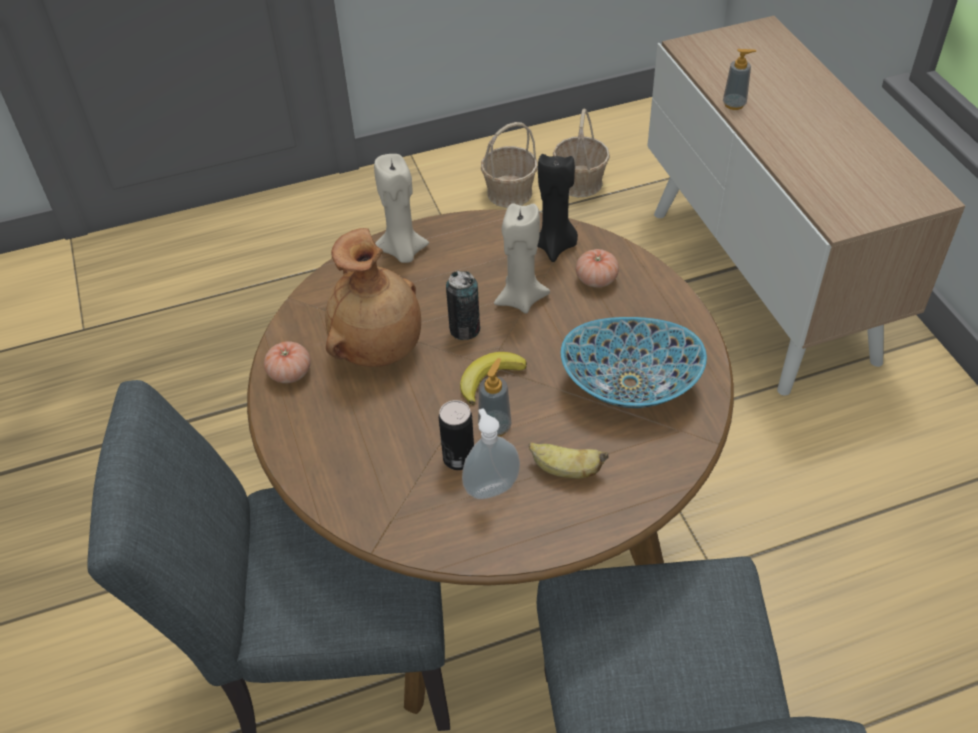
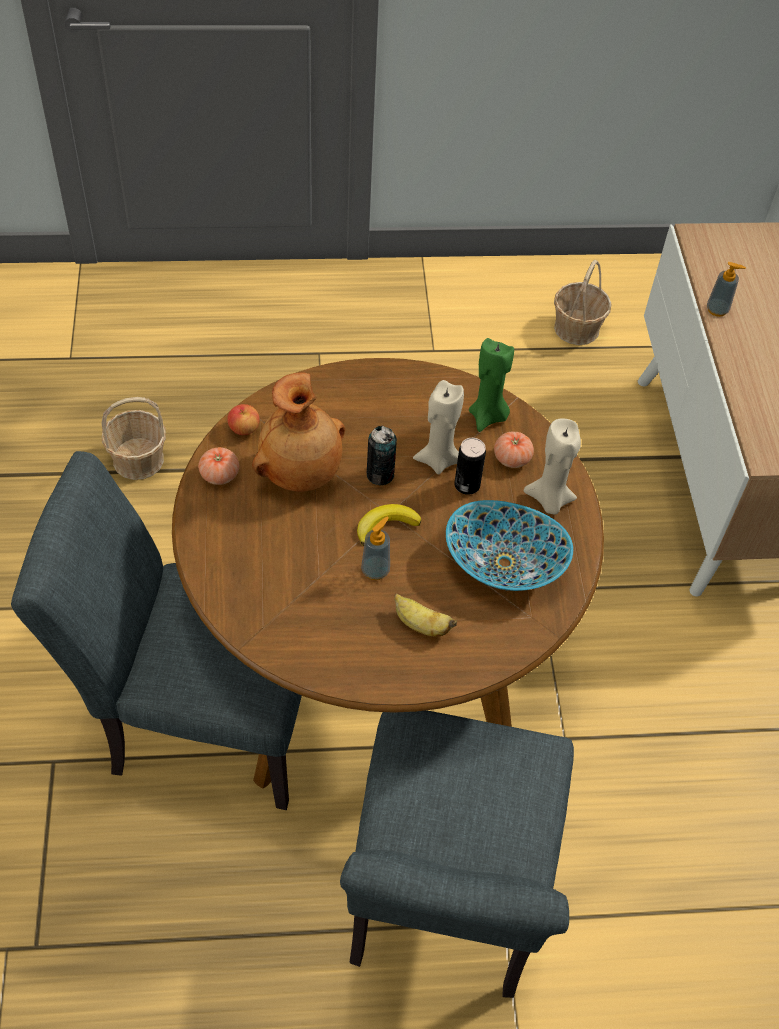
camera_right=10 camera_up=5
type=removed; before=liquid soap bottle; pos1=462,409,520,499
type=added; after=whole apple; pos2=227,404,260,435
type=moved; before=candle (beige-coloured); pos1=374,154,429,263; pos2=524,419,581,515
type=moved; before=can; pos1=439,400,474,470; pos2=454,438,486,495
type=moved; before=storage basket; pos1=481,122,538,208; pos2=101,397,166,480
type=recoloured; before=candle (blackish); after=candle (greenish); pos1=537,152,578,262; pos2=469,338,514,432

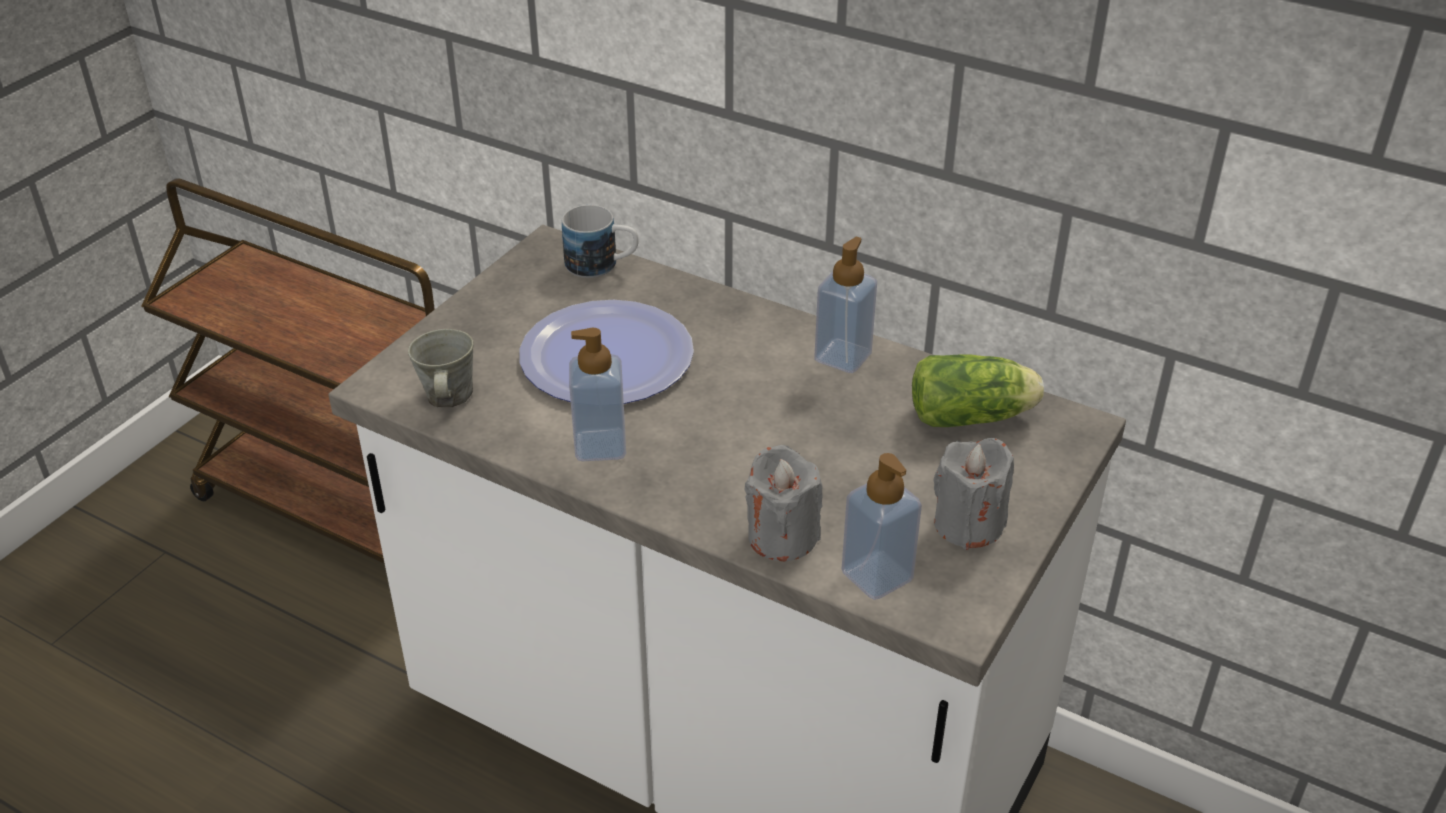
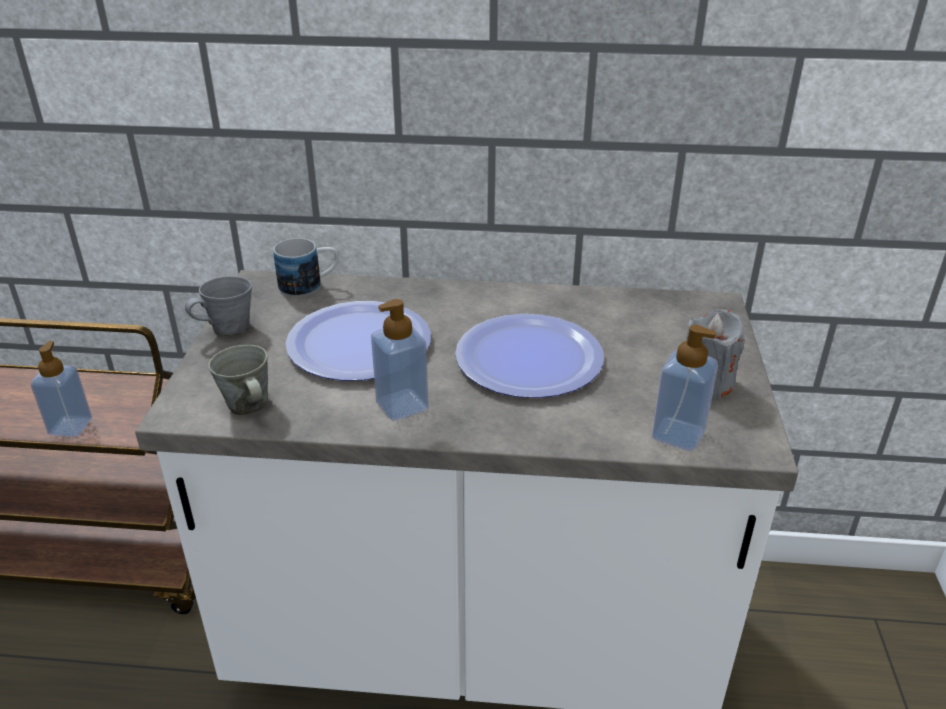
camera_right=-25 camera_up=-5
type=removed; before=candle (gray); pos1=745,445,823,562
type=removed; before=head of lettuce; pos1=912,354,1044,427
type=added; after=mug (gray); pos2=185,276,252,336
type=added; after=dinner plate; pos2=455,314,604,398
type=moved; before=liquid soap bottle; pos1=814,237,877,373; pos2=31,341,92,437

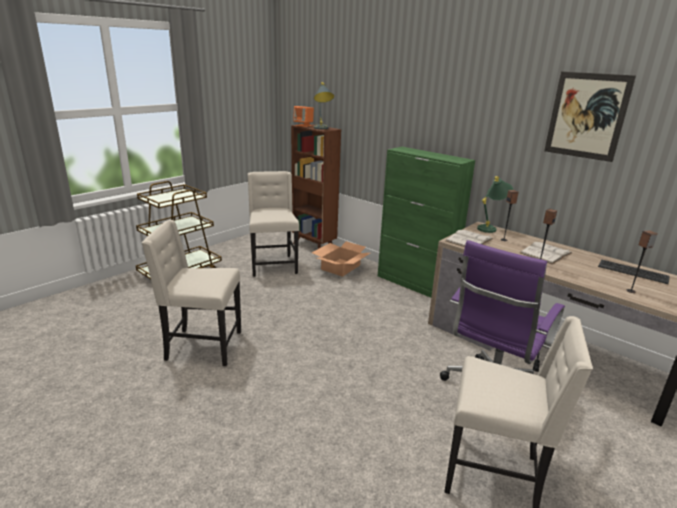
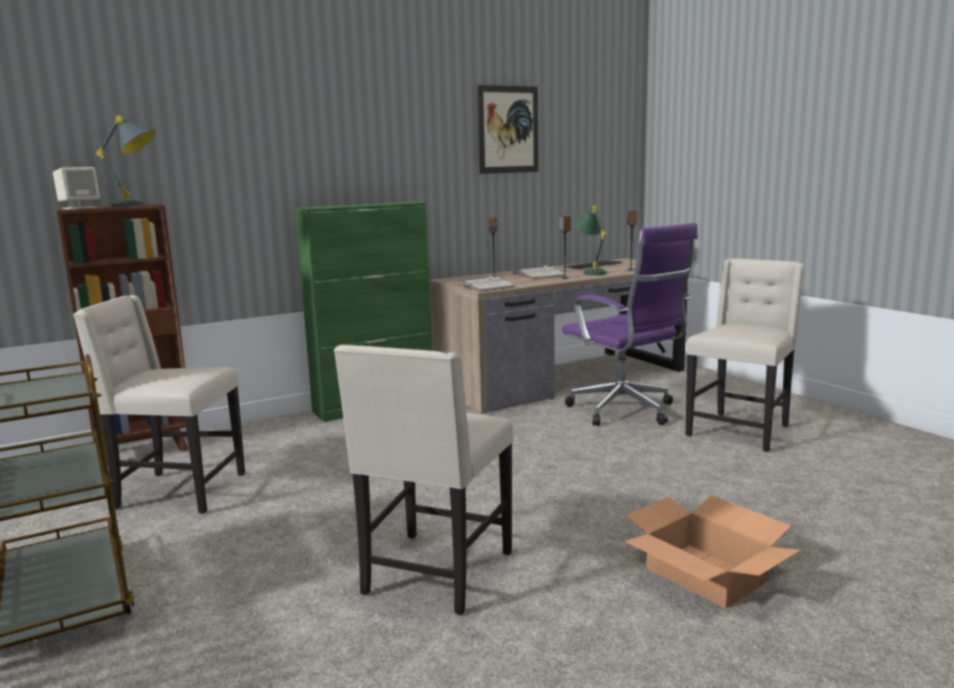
camera_right=-70 camera_up=-10
type=moved; before=cardboard box; pos1=312,241,370,277; pos2=624,495,801,608
type=moved; before=tabletop lamp (greenish); pos1=477,176,513,233; pos2=574,206,607,275
type=recoloured; before=loudspeaker (orange-coloured); after=loudspeaker (beige-coloured); pos1=293,106,314,127; pos2=53,167,100,209

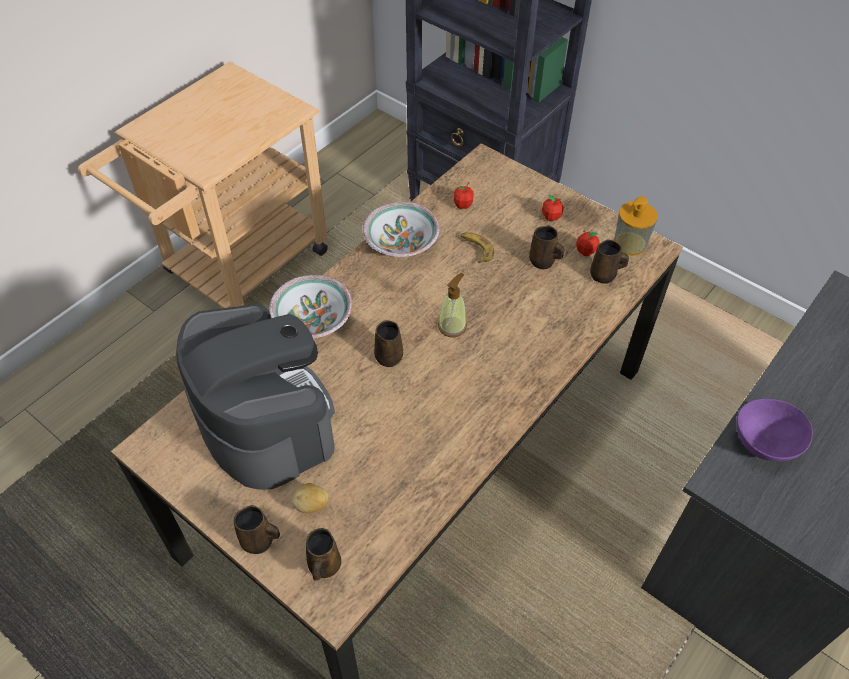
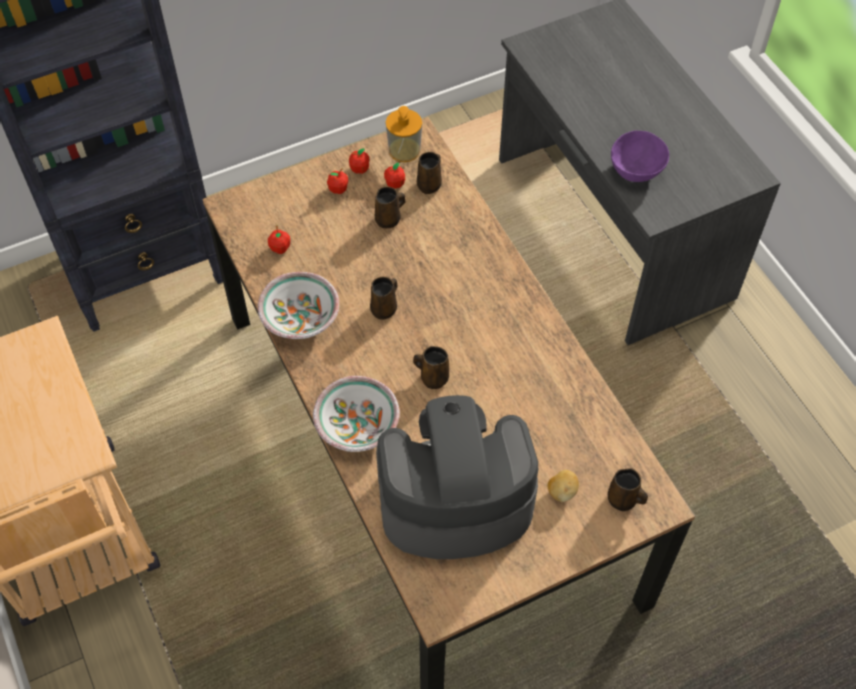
camera_right=-65 camera_up=5
type=removed; before=liquid soap bottle; pos1=438,273,467,337
type=removed; before=banana fruit; pos1=461,232,494,263
type=added; after=whole apple; pos2=349,148,369,174
type=moved; before=mug (brown); pos1=234,505,280,554; pos2=370,277,397,319

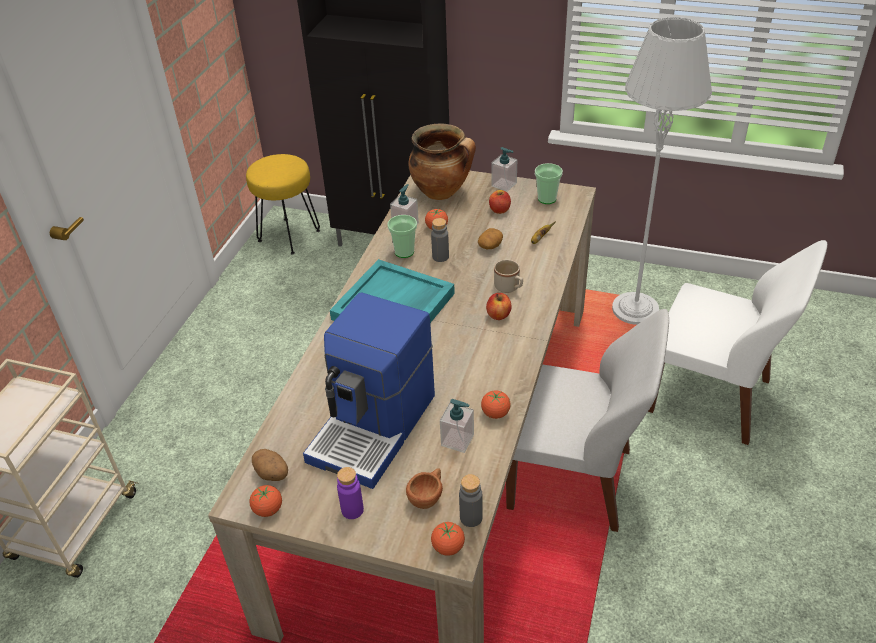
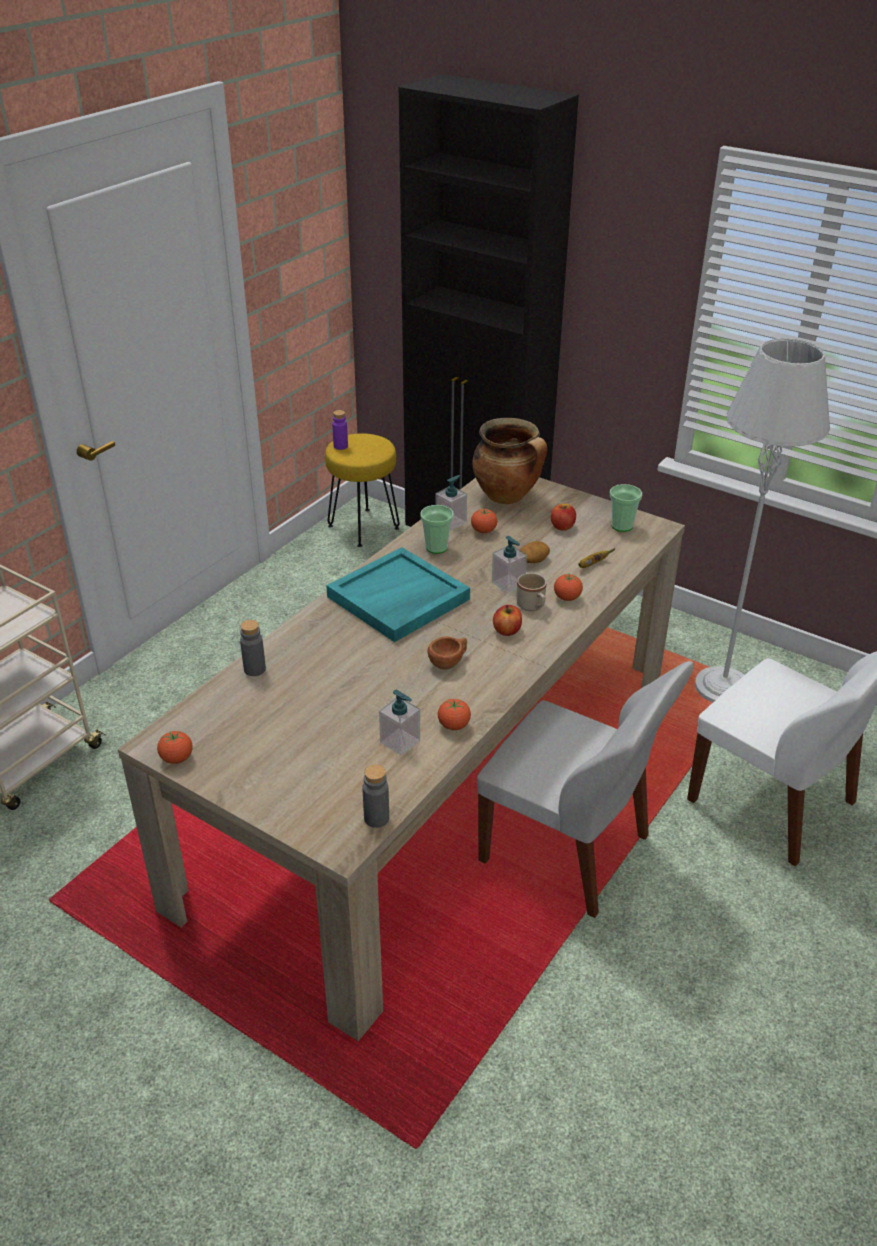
camera_right=15 camera_up=-5
type=removed; before=potato; pos1=252,449,288,481
type=removed; before=coffee maker; pos1=303,292,435,489
type=moved; before=drink bottle (purple-coloured); pos1=337,467,364,519; pos2=332,410,348,450
type=moved; before=small cup (brown); pos1=406,469,443,509; pos2=428,637,467,670
type=moved; before=drink bottle (gray); pos1=431,218,449,262; pos2=240,620,266,676
type=moved; before=fresh tomato; pos1=431,522,465,556; pos2=554,573,583,601
type=moved; before=liquid soap bottle; pos1=491,147,517,192; pos2=492,536,527,593

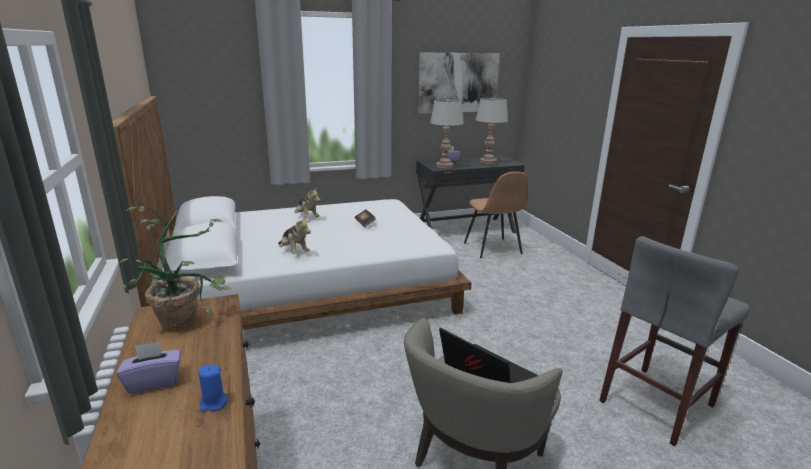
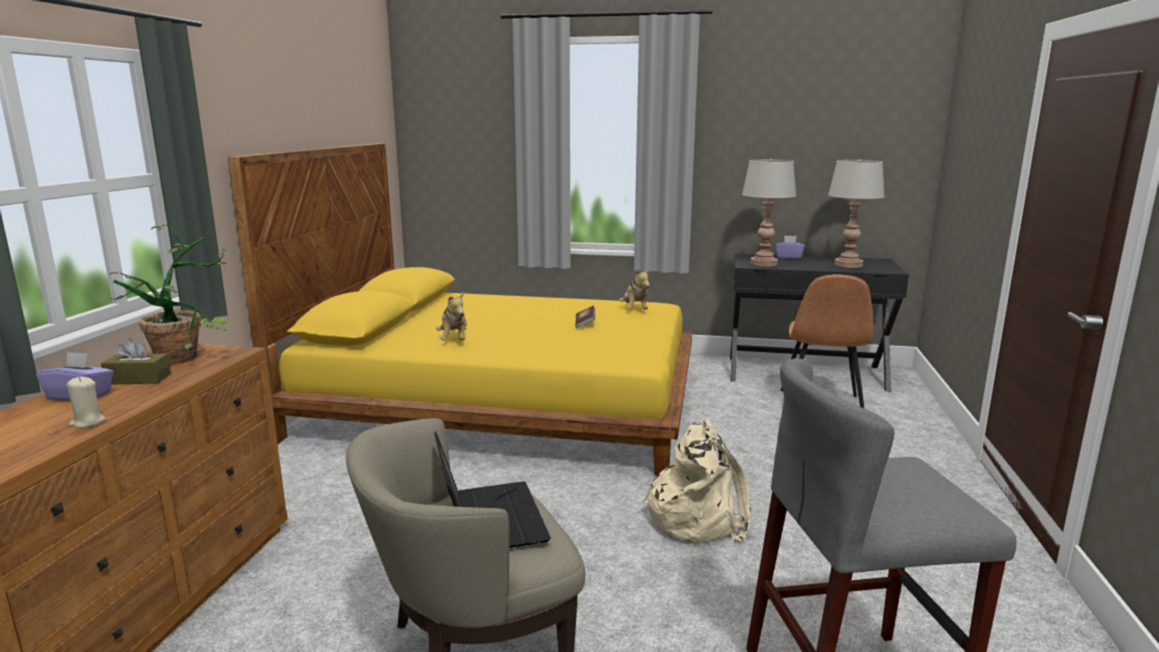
camera_right=30 camera_up=-5
type=removed; before=picture; pos1=418,52,500,114
type=added; after=box of tissues (brown); pos2=101,338,171,384
type=added; after=backpack (beige-coloured); pos2=642,419,751,544
type=moved; before=soft toy; pos1=294,187,320,219; pos2=619,268,650,309
type=recoloured; before=bed (white); after=bed (yellow-coloured); pos1=112,96,472,330; pos2=228,143,692,476
type=recoloured; before=candle (blue); after=candle (beige-coloured); pos1=199,364,228,412; pos2=67,377,106,428

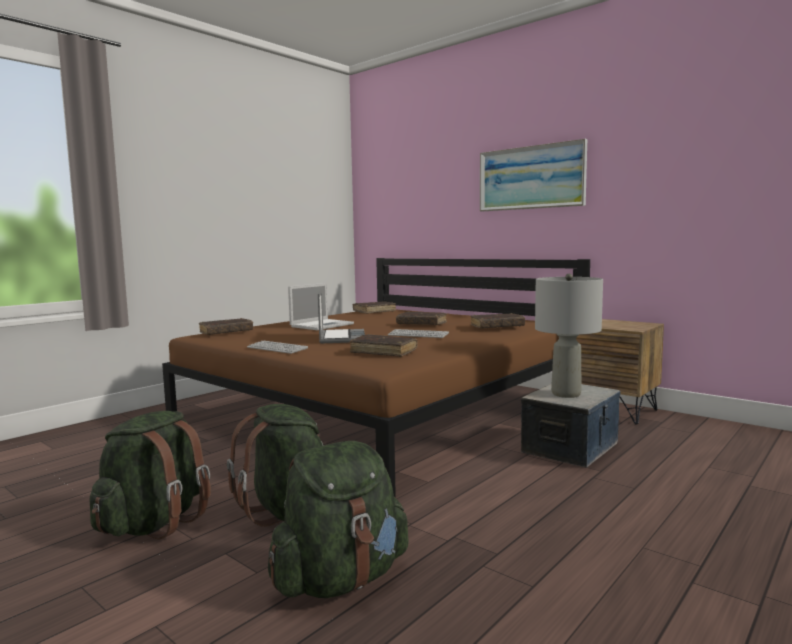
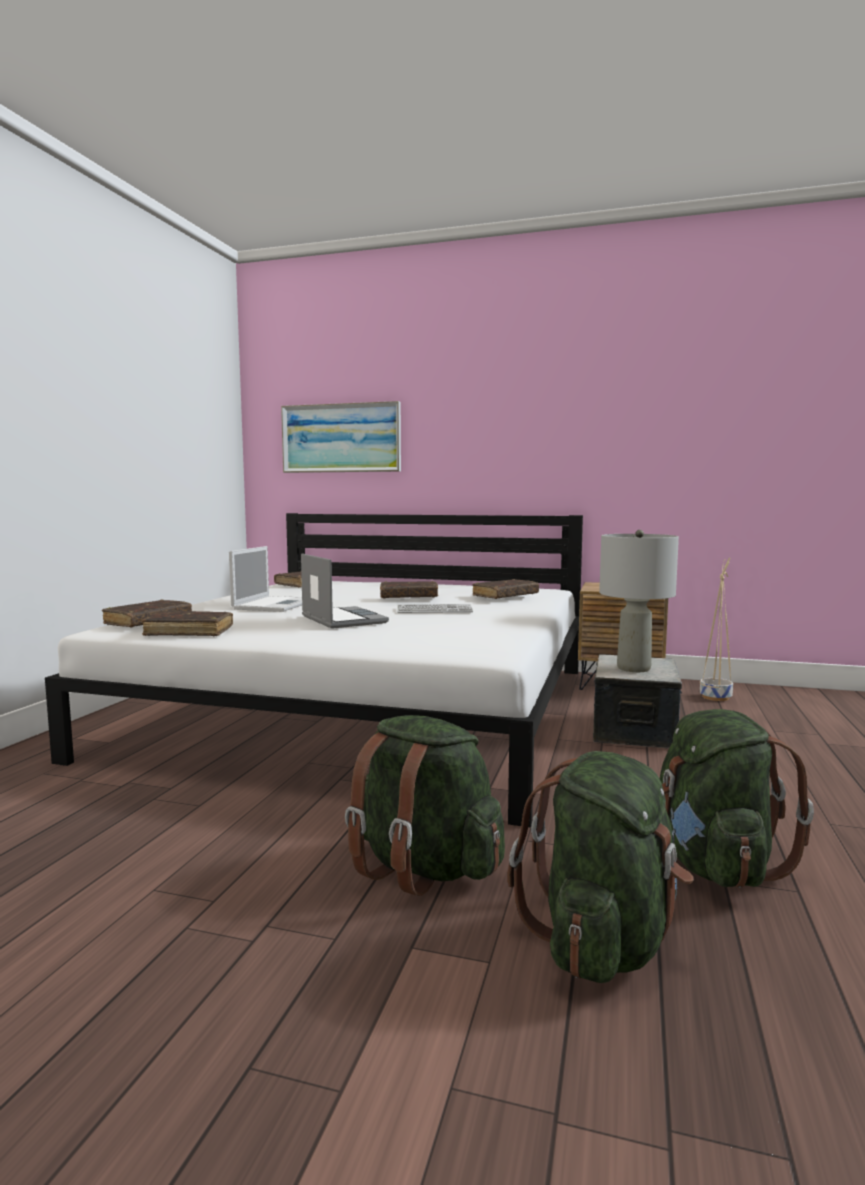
camera_right=-25 camera_up=0
type=removed; before=computer keyboard; pos1=247,341,308,354
type=added; after=flower pot (beige-coloured); pos2=700,557,733,701
type=moved; before=backpack (greenish); pos1=89,411,211,540; pos2=660,709,814,888
type=moved; before=book (brown); pos1=350,334,418,357; pos2=142,610,233,636
type=moved; before=picture; pos1=480,139,587,211; pos2=281,401,401,473
type=recoloured; before=bed (brown); after=bed (white); pos1=162,258,590,498; pos2=45,513,583,827

